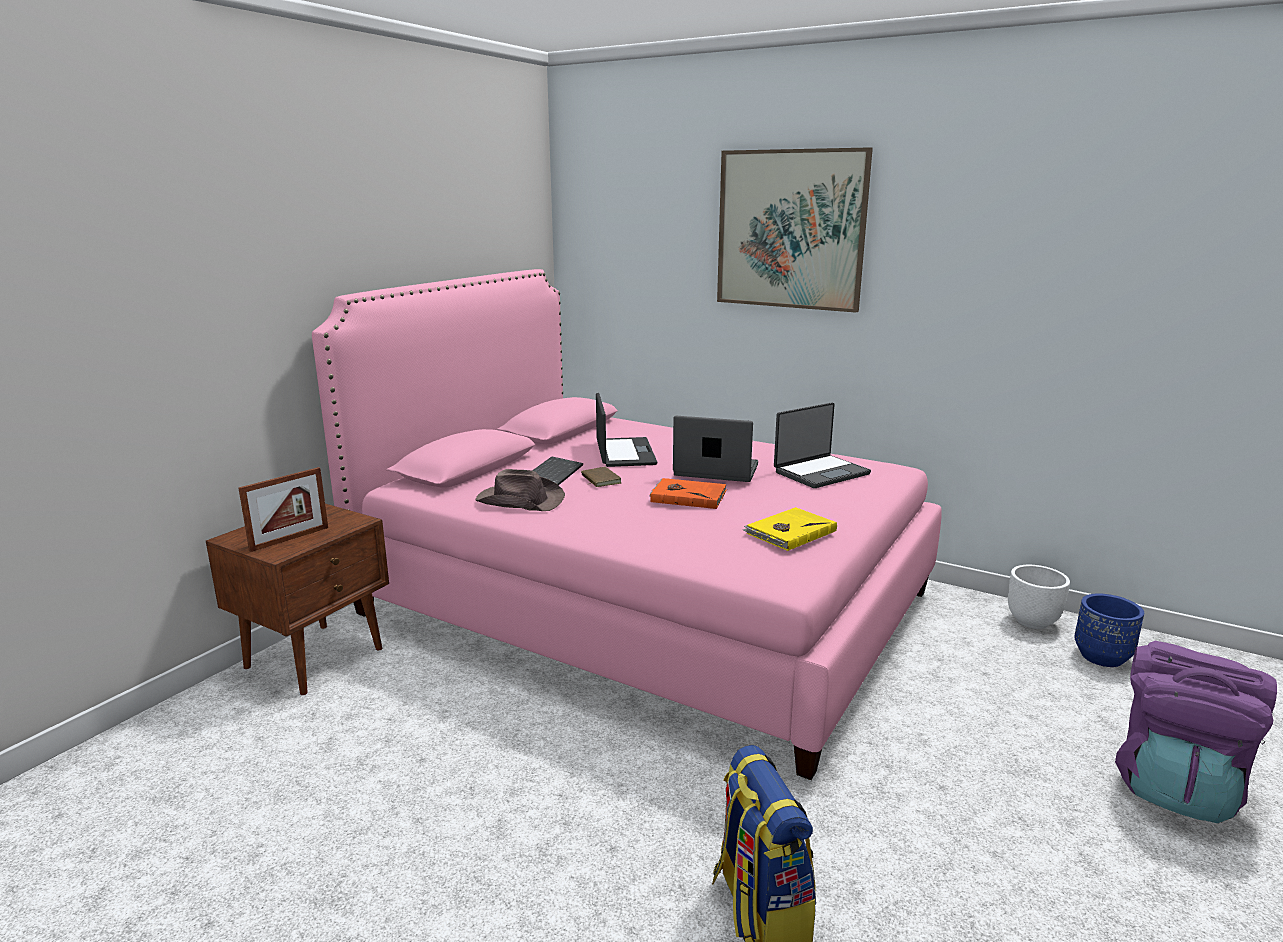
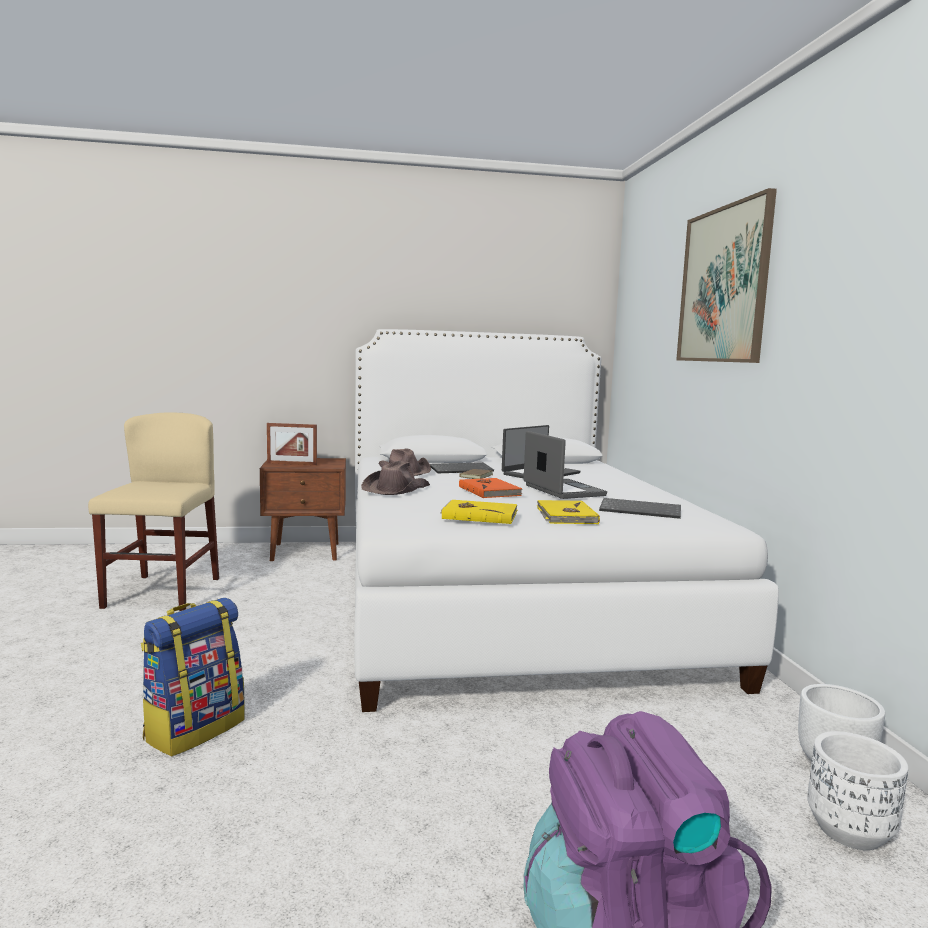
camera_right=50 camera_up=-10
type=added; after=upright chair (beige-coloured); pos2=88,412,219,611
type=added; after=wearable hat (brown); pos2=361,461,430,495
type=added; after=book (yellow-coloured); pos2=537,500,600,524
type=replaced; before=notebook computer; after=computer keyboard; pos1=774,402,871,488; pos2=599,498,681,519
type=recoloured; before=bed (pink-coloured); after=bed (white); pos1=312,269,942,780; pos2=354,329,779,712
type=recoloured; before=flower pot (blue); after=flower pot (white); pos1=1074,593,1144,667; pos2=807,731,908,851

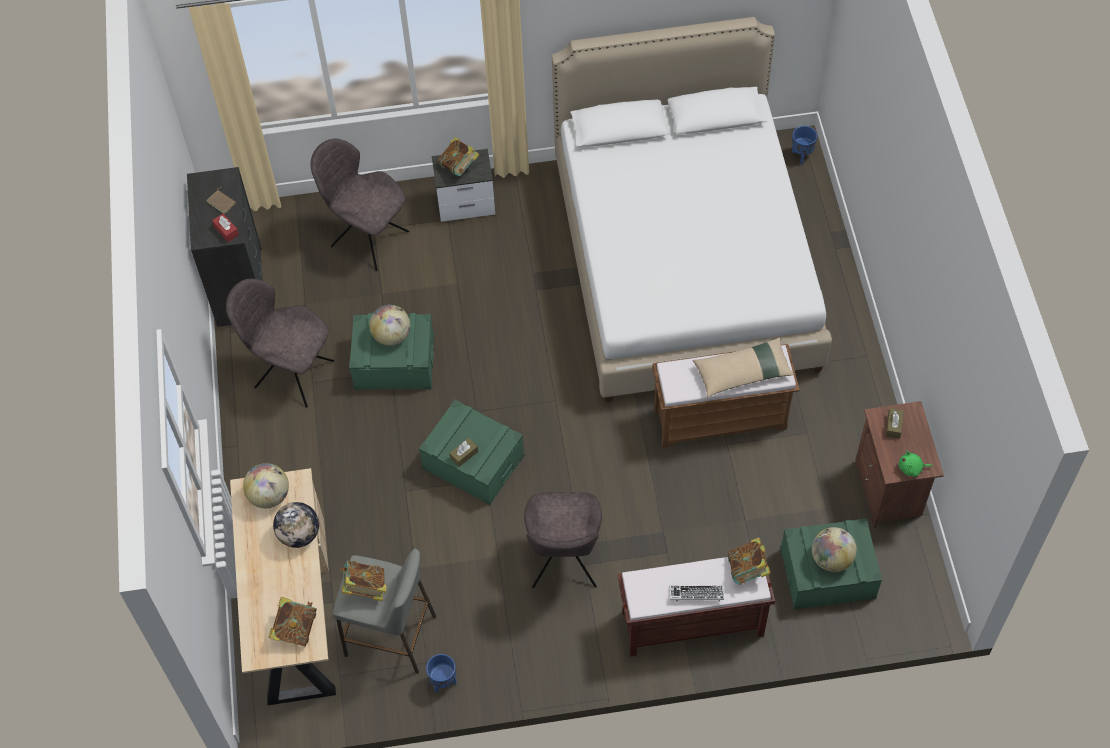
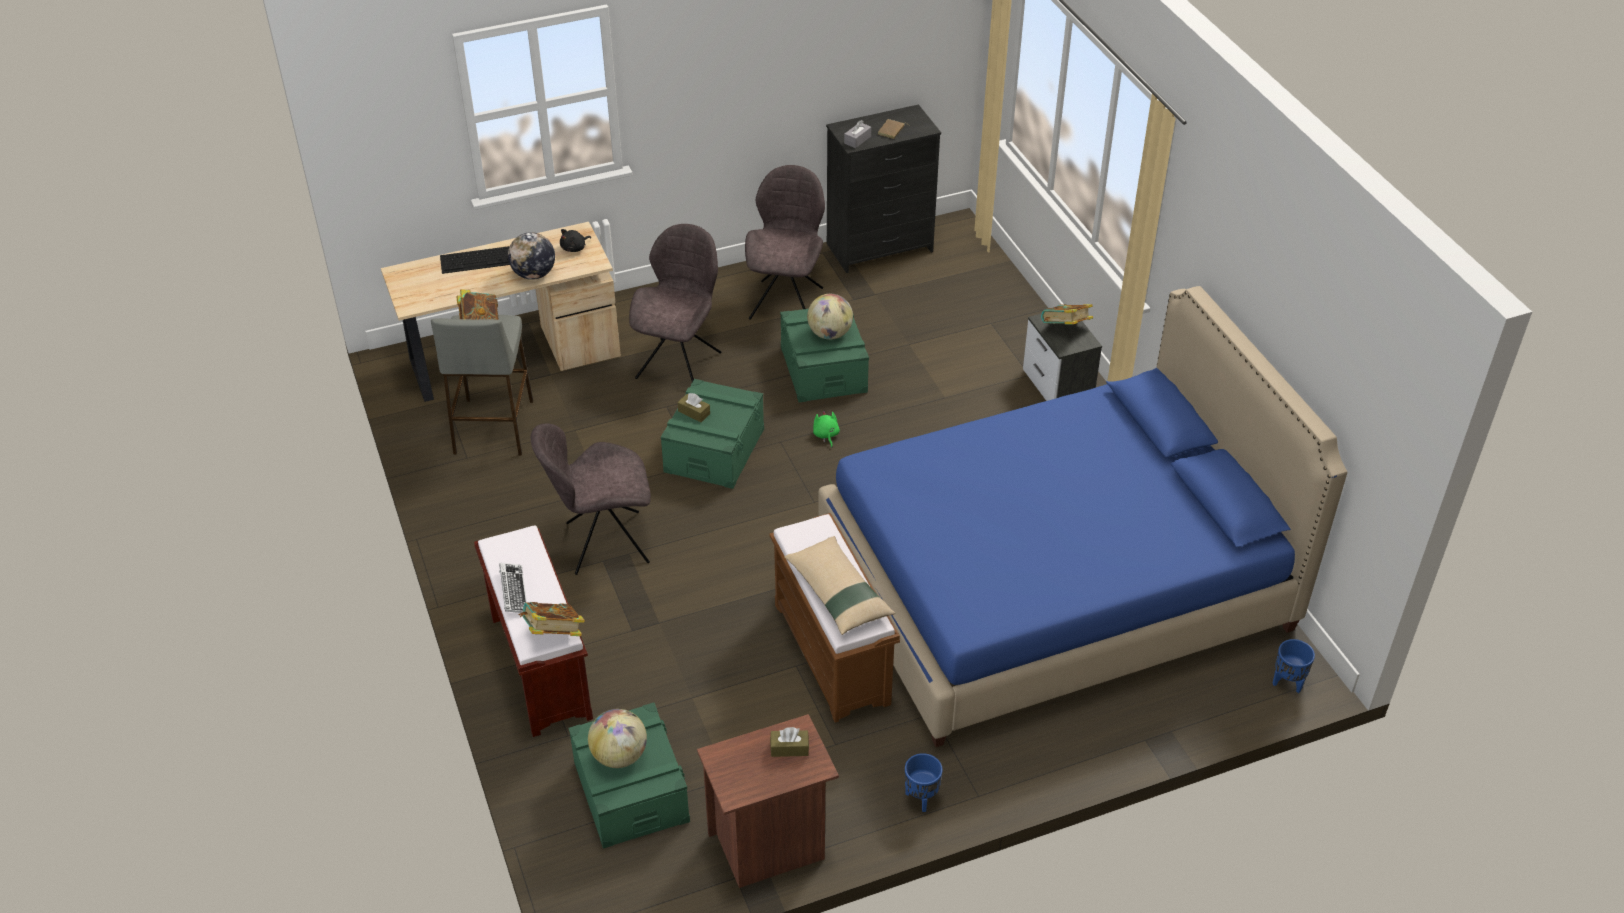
camera_right=75 camera_up=-15
type=removed; before=book; pos1=269,597,317,646
type=added; after=computer keyboard; pos2=440,246,510,274
type=moved; before=upright chair (gray); pos1=310,139,409,271; pos2=629,224,722,382
type=moved; before=flower pot (blue); pos1=426,654,457,693; pos2=905,753,943,812
type=moved; before=soft toy (greenish); pos1=899,451,933,477; pos2=813,411,840,448
type=replaced; before=globe; after=soft toy (blackish); pos1=243,463,289,508; pos2=560,229,591,252
type=recoloured; before=box of tissues (reddish); after=box of tissues (gray); pos1=212,214,239,242; pos2=844,120,871,148
type=recoloured; before=bed (white); after=bed (blue); pos1=552,17,832,402; pos2=818,286,1347,747

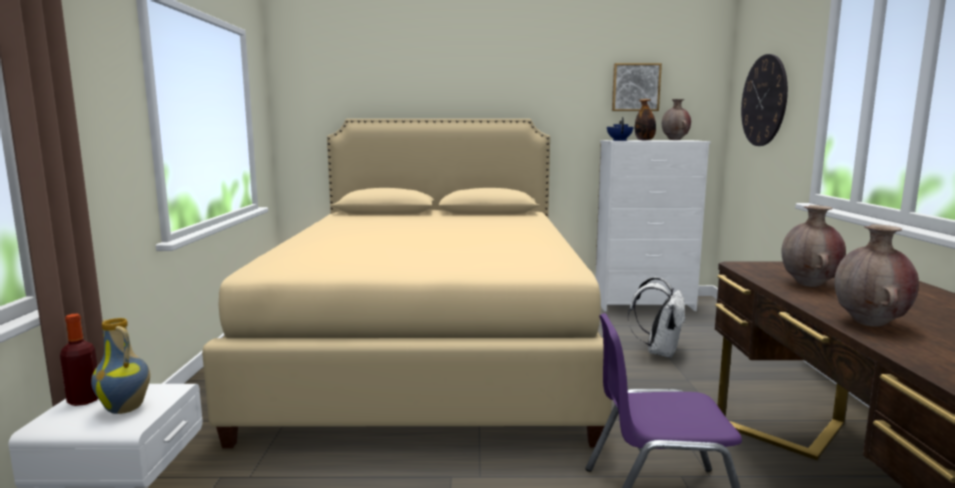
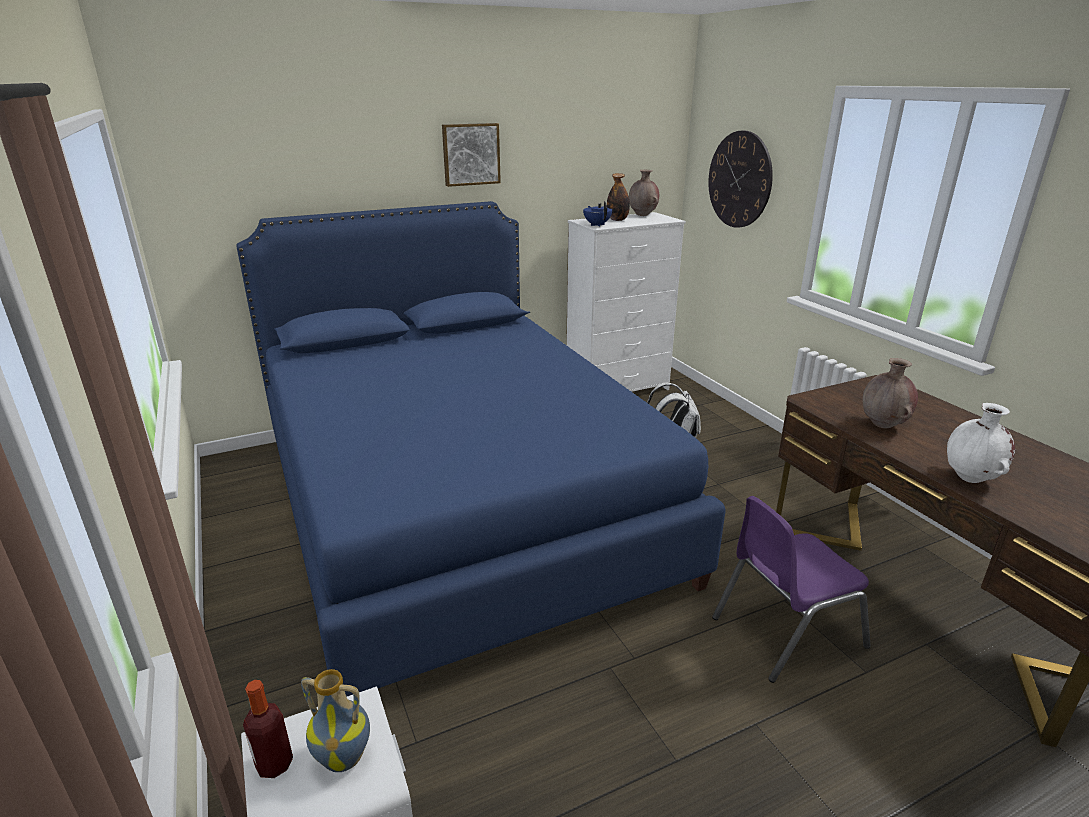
camera_right=-25 camera_up=15
type=moved; before=picture; pos1=612,63,662,111; pos2=442,123,501,187
type=recoloured; before=bed (beige-coloured); after=bed (blue); pos1=202,119,612,448; pos2=236,201,726,697
type=recoloured; before=flower vase (brown); after=flower vase (white); pos1=834,225,919,327; pos2=947,403,1015,483

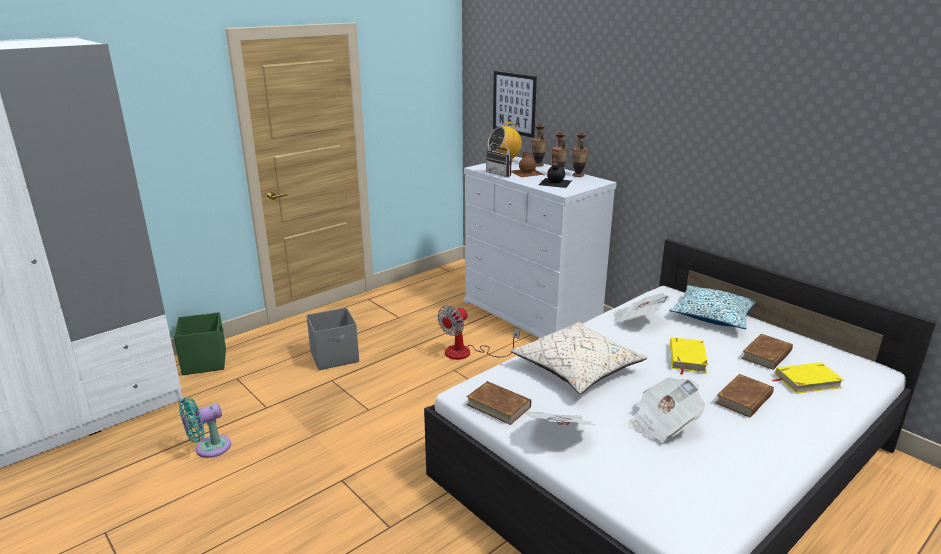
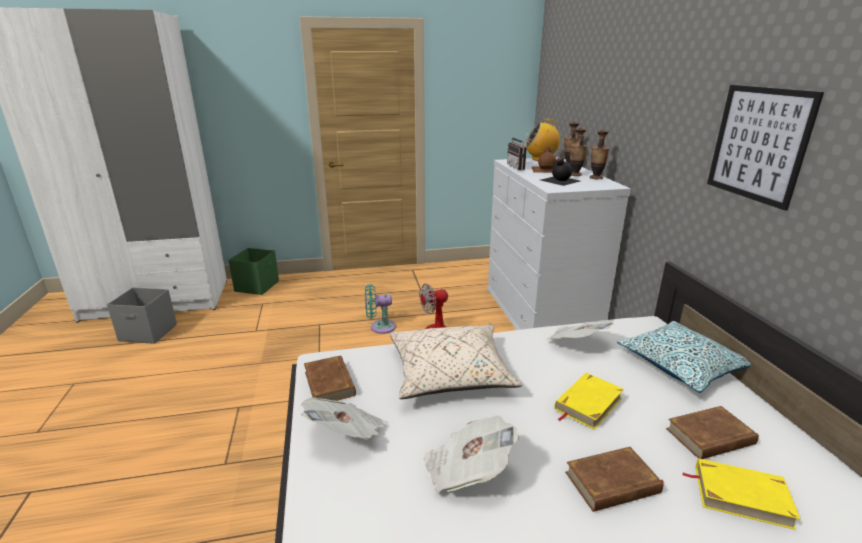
camera_right=30 camera_up=0
type=moved; before=fan (turquoise); pos1=179,397,231,458; pos2=365,284,396,334
type=moved; before=storage bin (gray); pos1=306,308,359,370; pos2=107,287,177,344
type=moved; before=picture; pos1=493,71,537,138; pos2=707,85,824,211

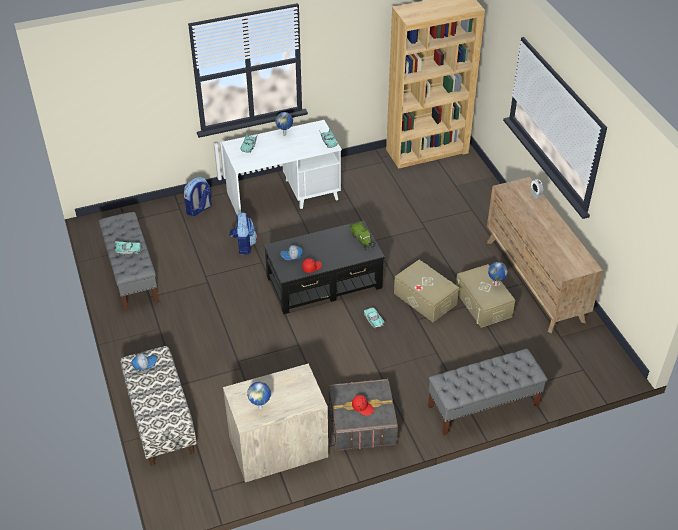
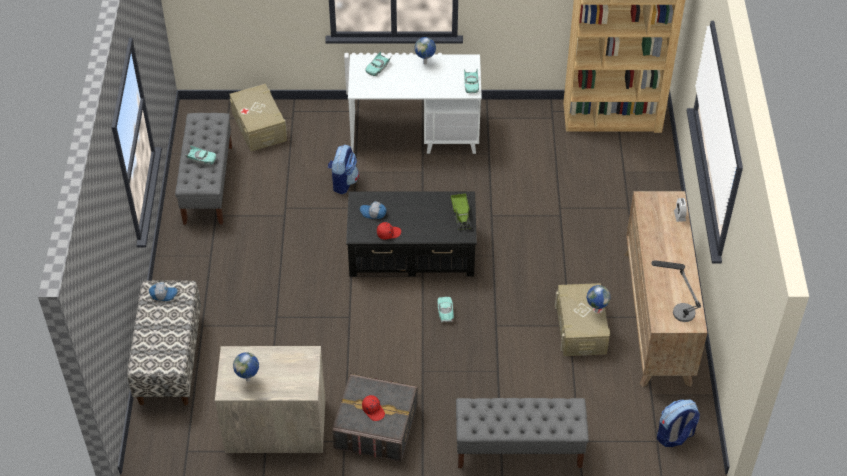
camera_right=20 camera_up=5
type=added; after=tabletop lamp; pos2=651,260,701,322
type=moved; before=backpack; pos1=184,177,212,216; pos2=657,400,700,447
type=moved; before=storage bin (beige-coloured); pos1=394,260,459,322; pos2=229,84,287,151

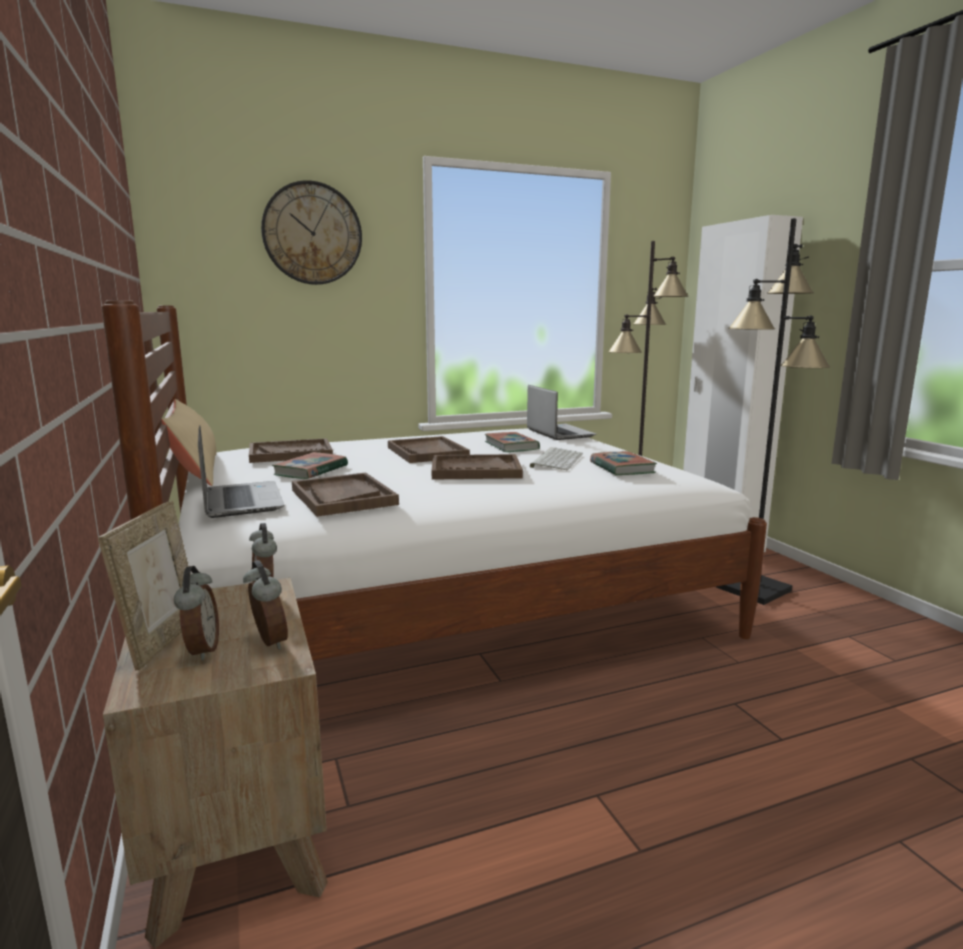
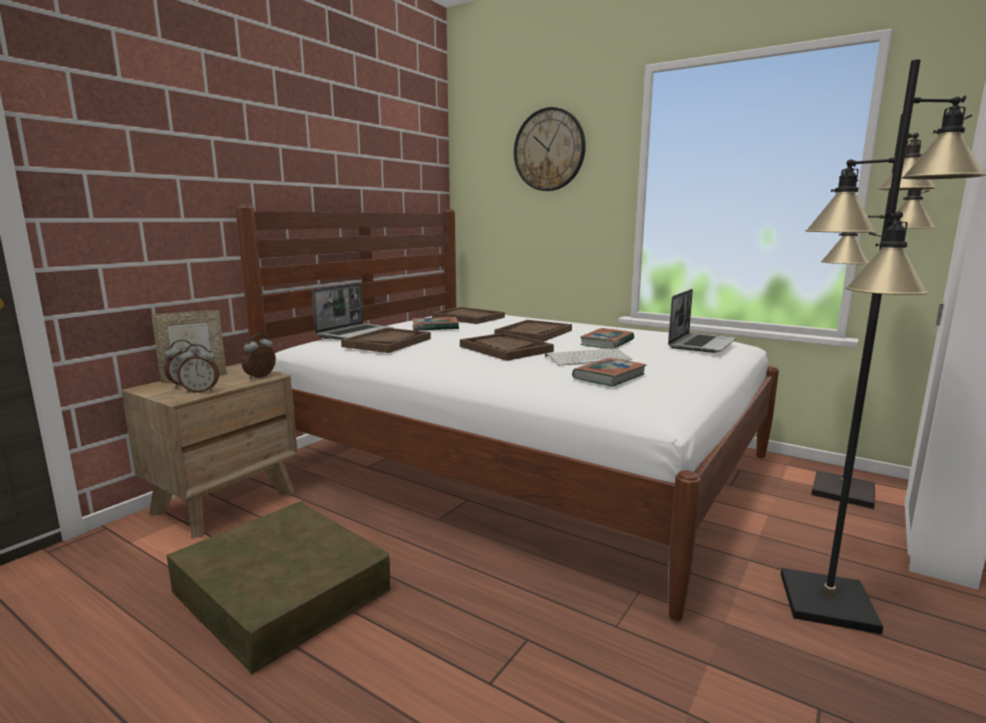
camera_right=55 camera_up=0
type=removed; before=throw pillow (beige-coloured); pos1=161,399,217,486
type=added; after=storage bin (brown); pos2=166,501,390,674
type=turned; before=bedside clock; pos1=243,560,288,650; pos2=177,344,219,393; turn=60

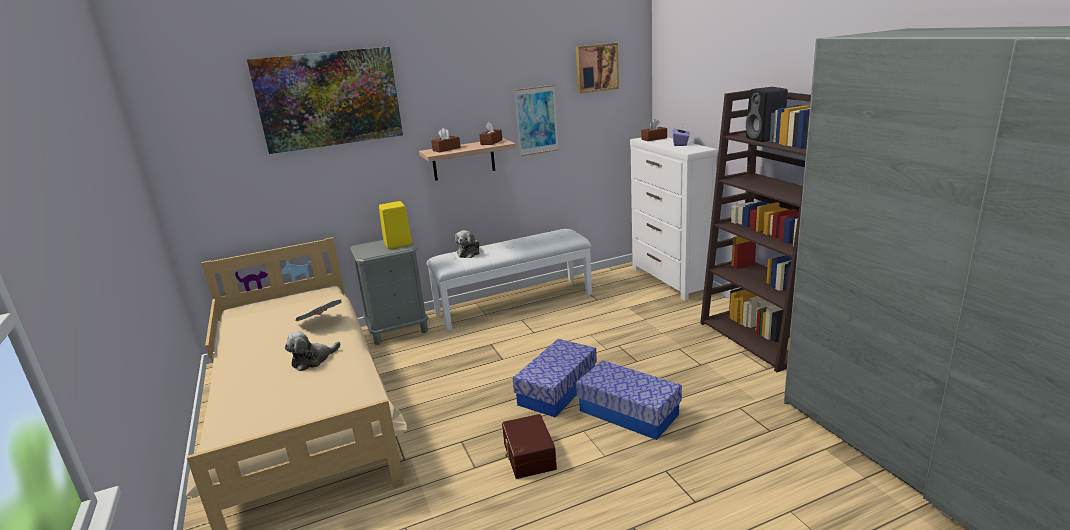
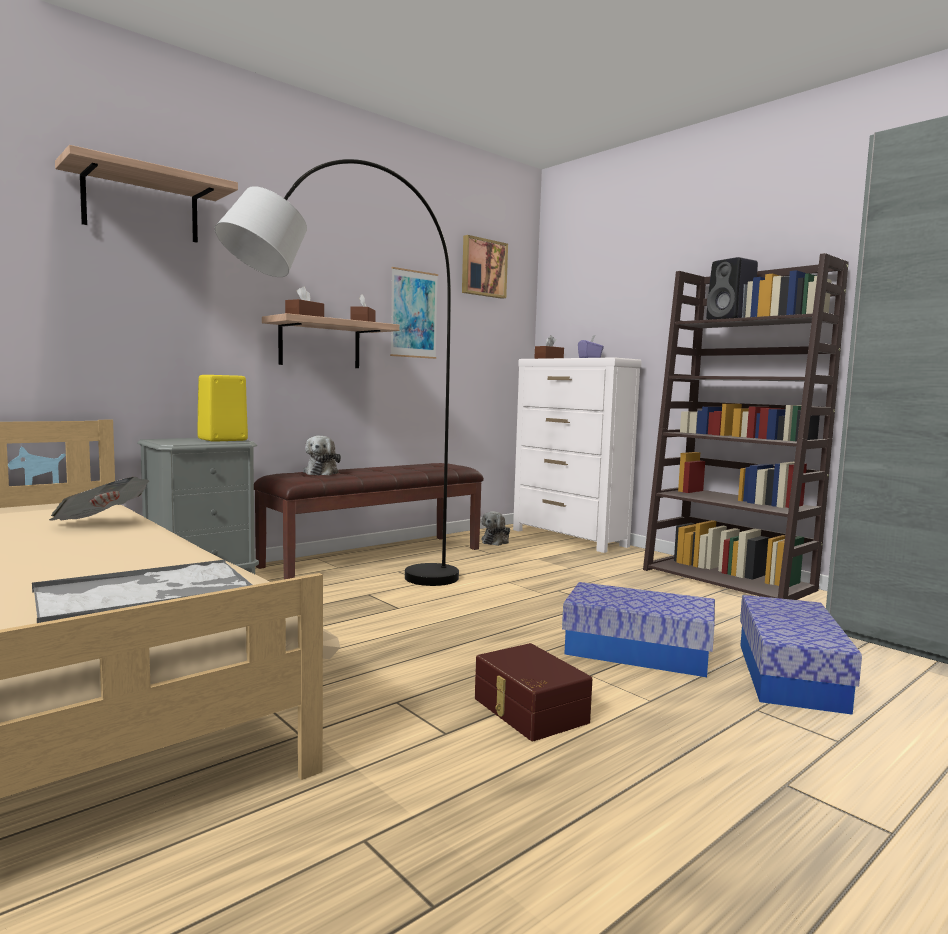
camera_right=-20 camera_up=-15
type=added; after=carrying tray; pos2=32,560,252,623
type=added; after=floor lamp (gray); pos2=215,159,459,586
type=moved; before=soft toy; pos1=285,331,341,371; pos2=481,511,510,546
type=moved; before=storage bin; pos1=513,339,597,418; pos2=740,595,862,715
type=replaced; before=picture; after=shelf; pos1=247,47,403,154; pos2=55,145,238,243
type=recoloured; before=bench (white); after=bench (brown); pos1=426,229,592,331; pos2=254,463,484,579

